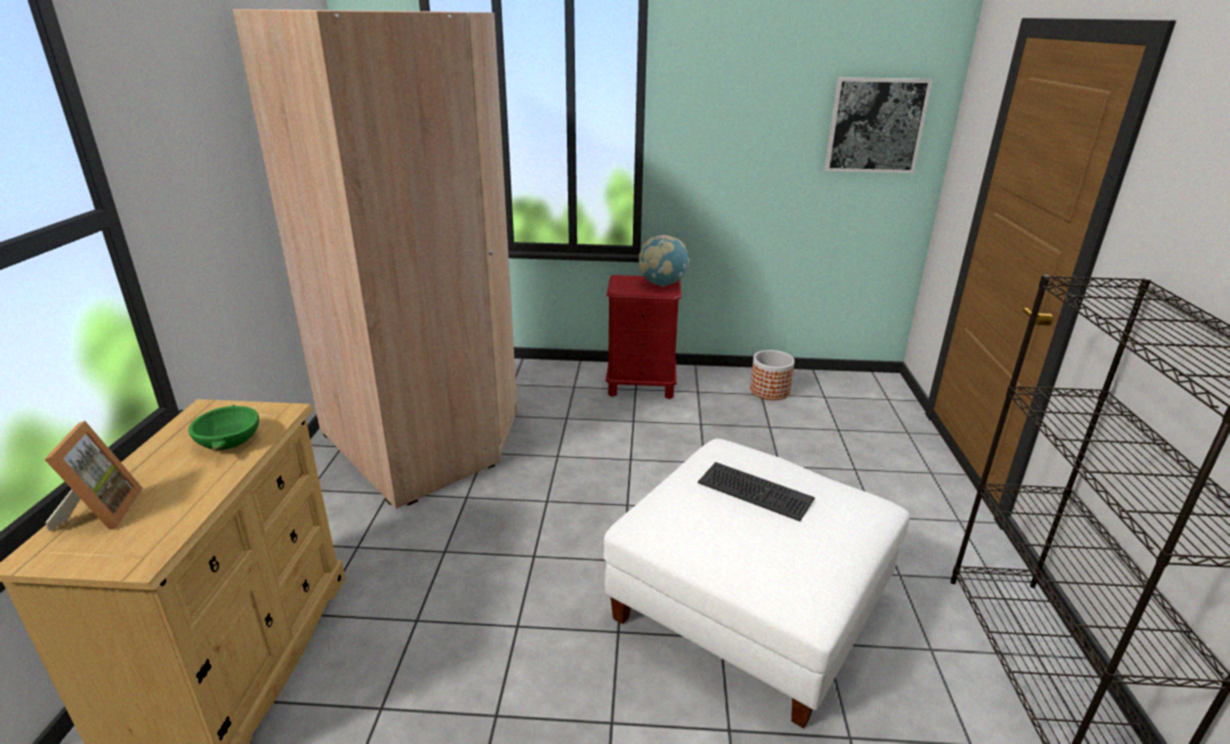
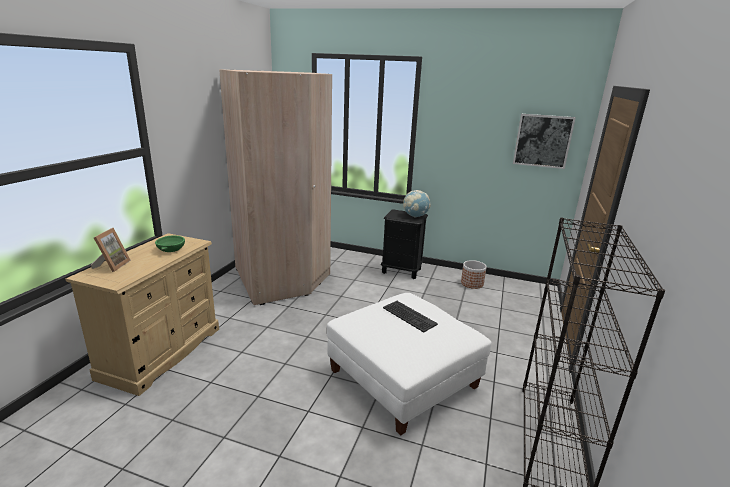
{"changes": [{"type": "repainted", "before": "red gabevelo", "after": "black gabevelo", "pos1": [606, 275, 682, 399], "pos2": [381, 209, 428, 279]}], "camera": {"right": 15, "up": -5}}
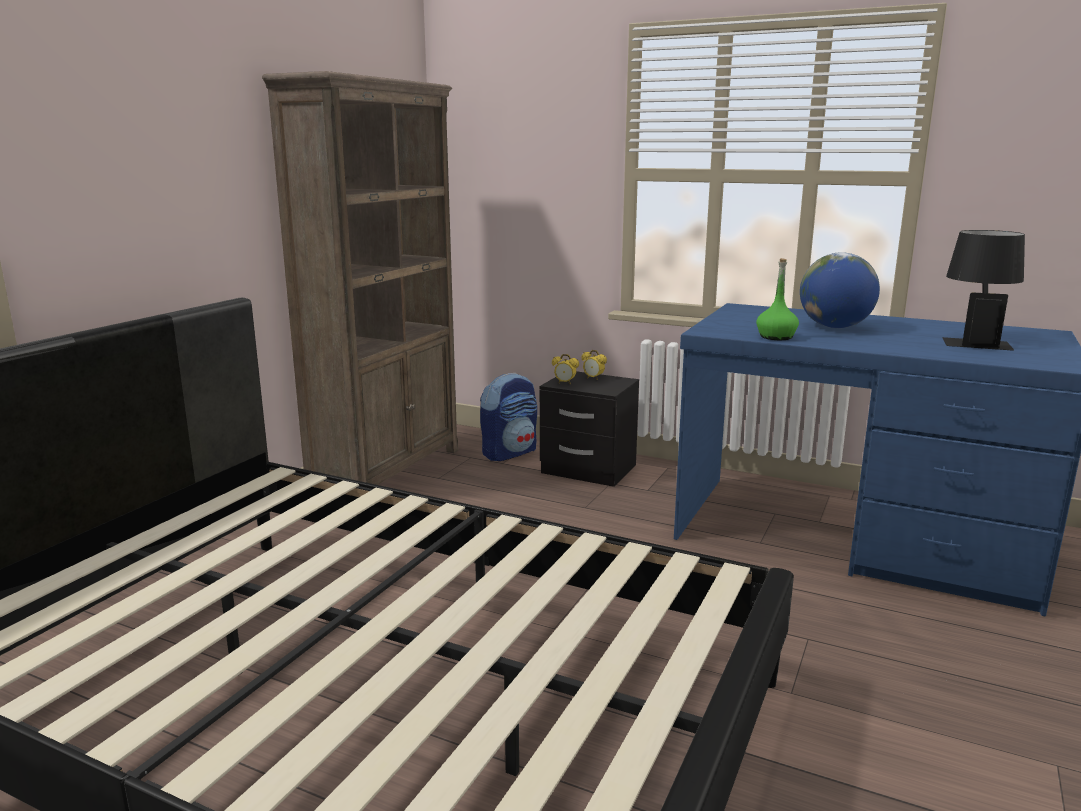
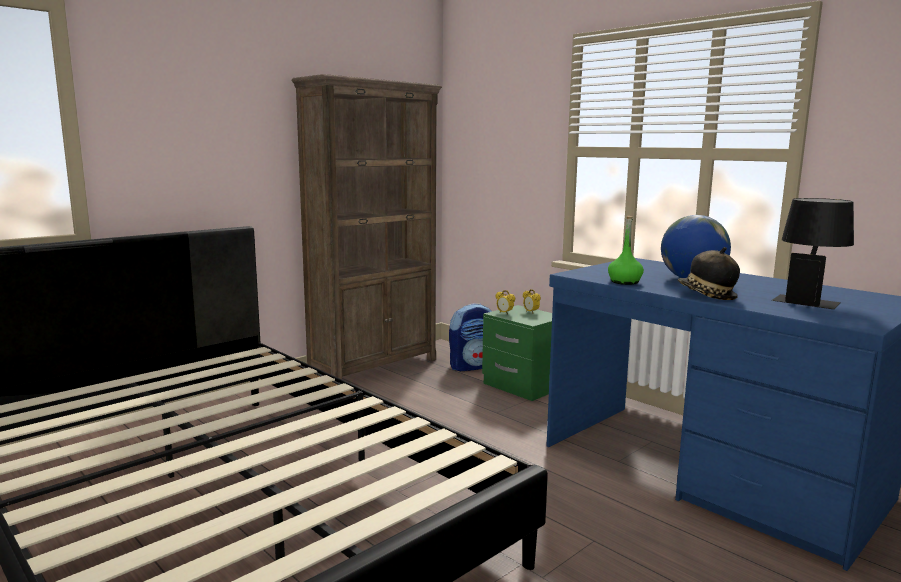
{"changes": [{"type": "repainted", "before": "black gabevelo", "after": "green gabevelo", "pos1": [540, 371, 639, 487], "pos2": [482, 305, 552, 401]}, {"type": "new", "after": "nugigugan", "pos2": [678, 247, 740, 300]}], "camera": {"right": 20, "up": -5}}
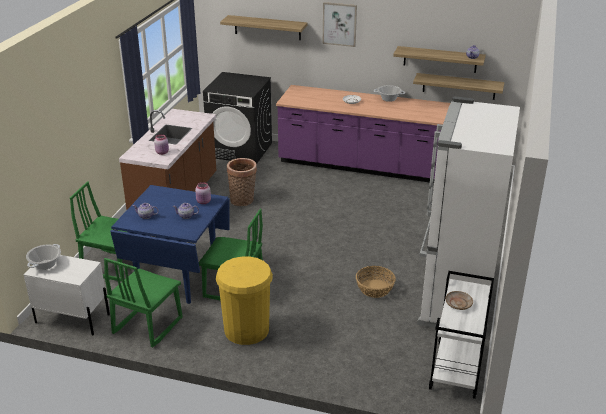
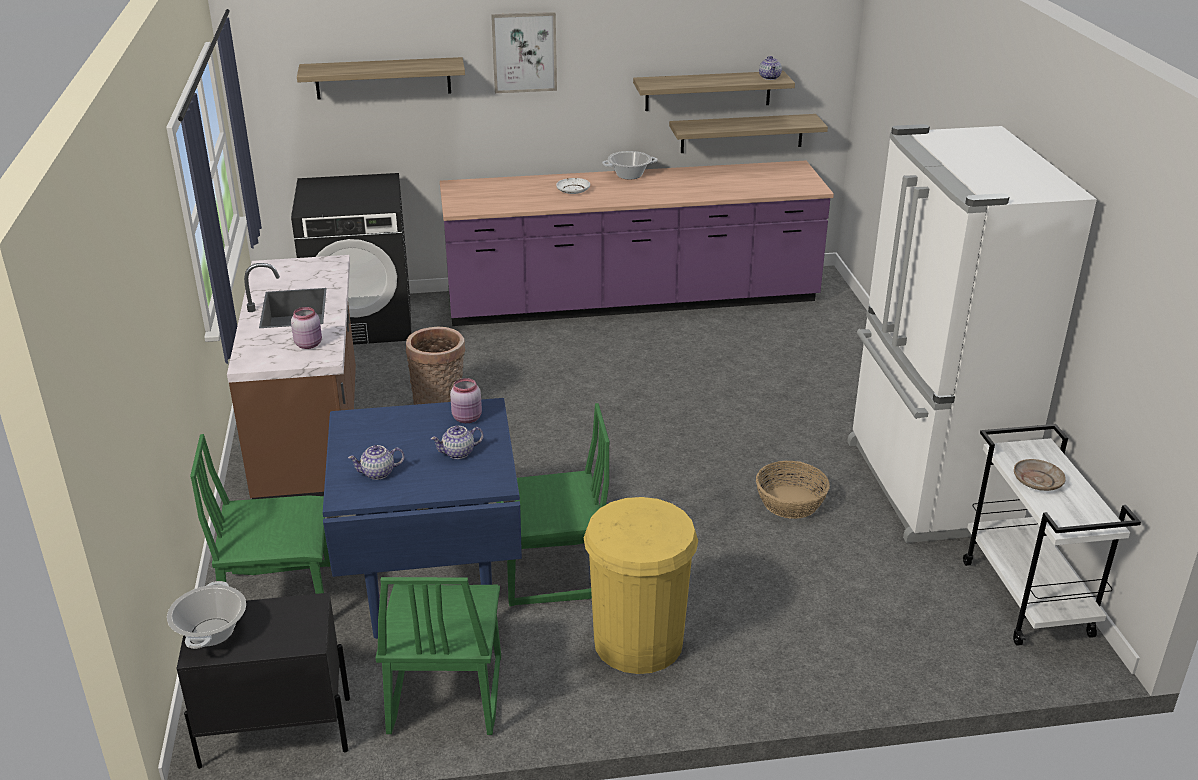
{"changes": [{"type": "repainted", "before": "white gabevelo", "after": "black gabevelo", "pos1": [23, 255, 110, 335], "pos2": [176, 593, 350, 769]}], "camera": {"right": -25, "up": 0}}
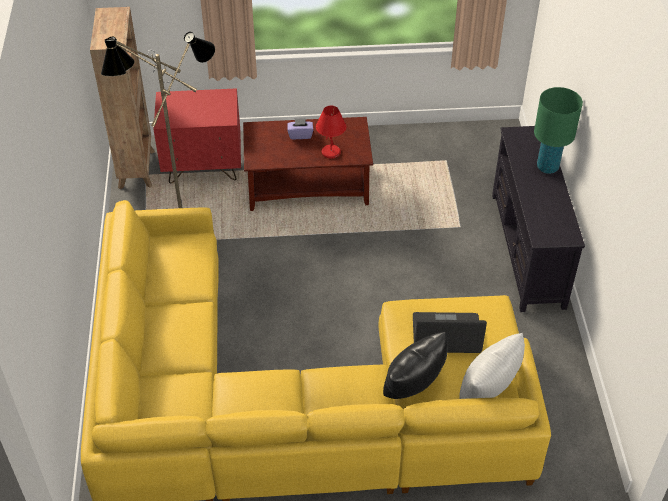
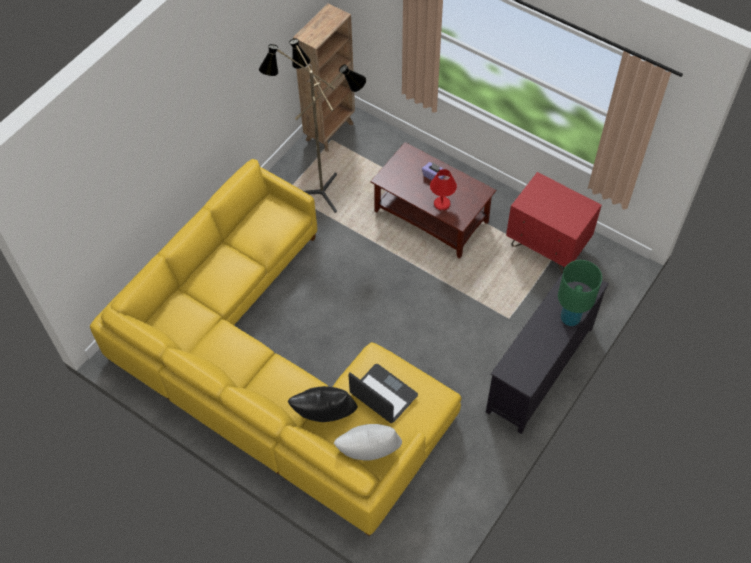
{"changes": [{"type": "shifted", "before": "red gabevelo", "pos1": [154, 88, 241, 184], "pos2": [506, 172, 602, 273]}], "camera": {"right": 40, "up": 10}}
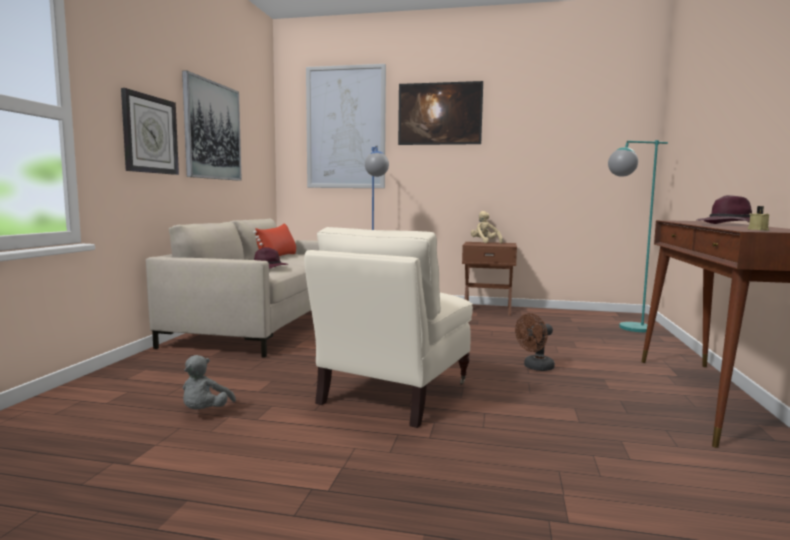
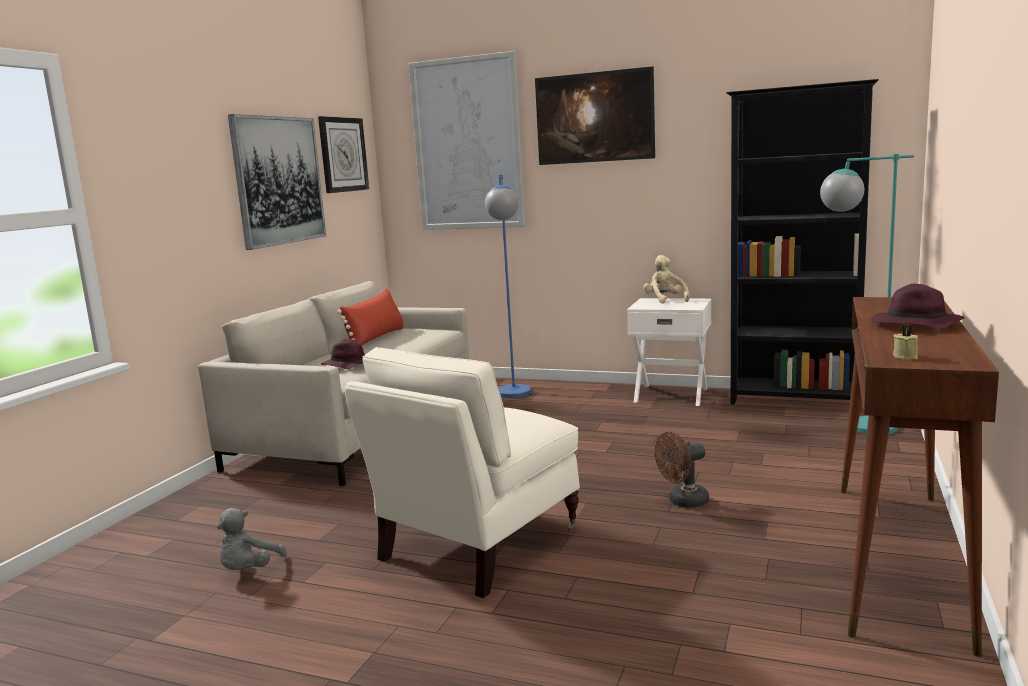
{"changes": [{"type": "shifted", "before": "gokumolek", "pos1": [121, 88, 179, 175], "pos2": [318, 116, 369, 193]}, {"type": "repainted", "before": "brown gabevelo", "after": "white gabevelo", "pos1": [462, 242, 517, 316], "pos2": [627, 298, 712, 406]}, {"type": "new", "after": "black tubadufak", "pos2": [726, 79, 879, 404]}], "camera": {"right": 10, "up": 5}}
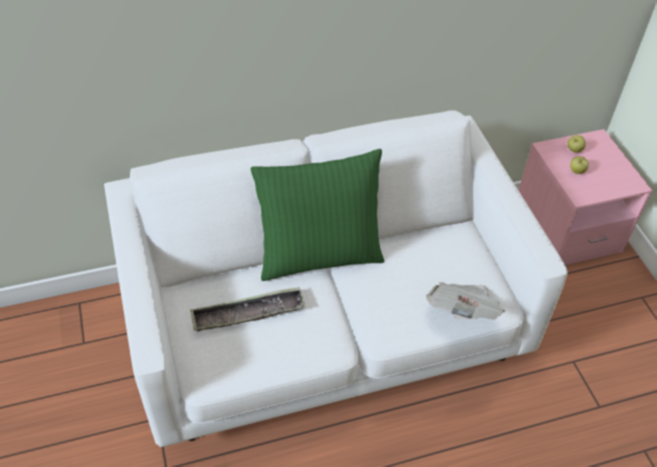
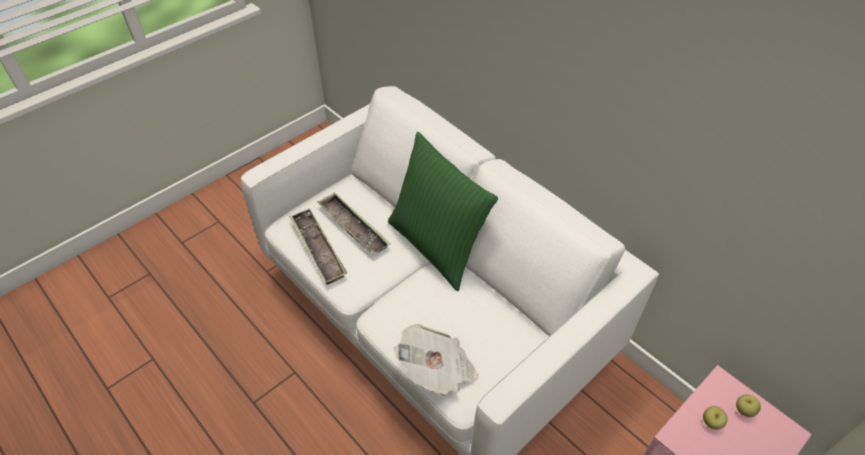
{"changes": [{"type": "new", "after": "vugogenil", "pos2": [289, 208, 347, 285]}], "camera": {"right": 65, "up": 0}}
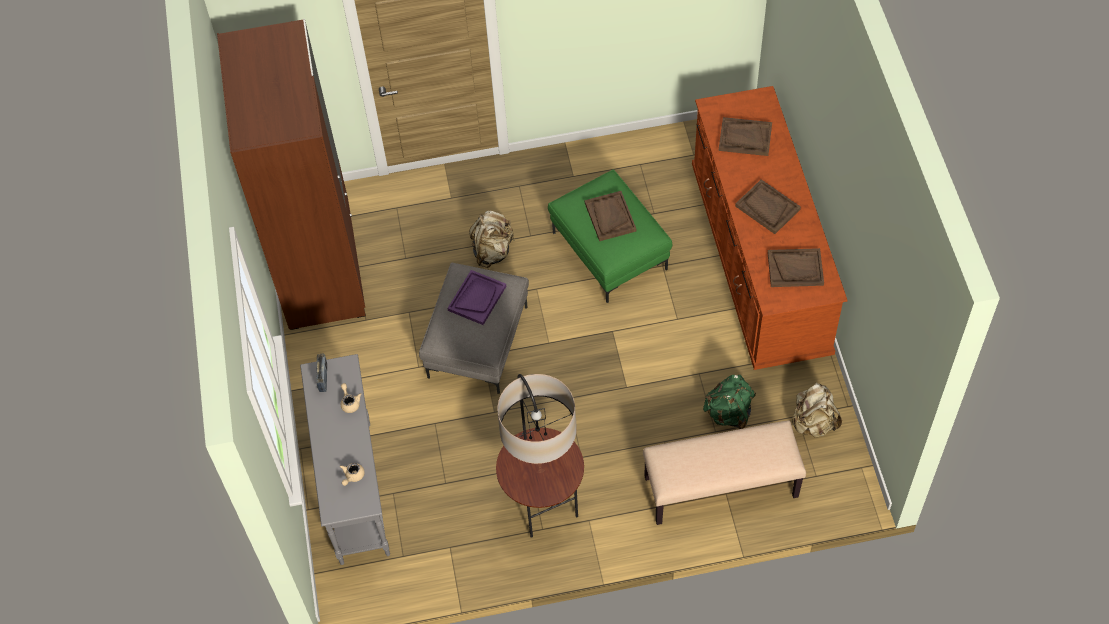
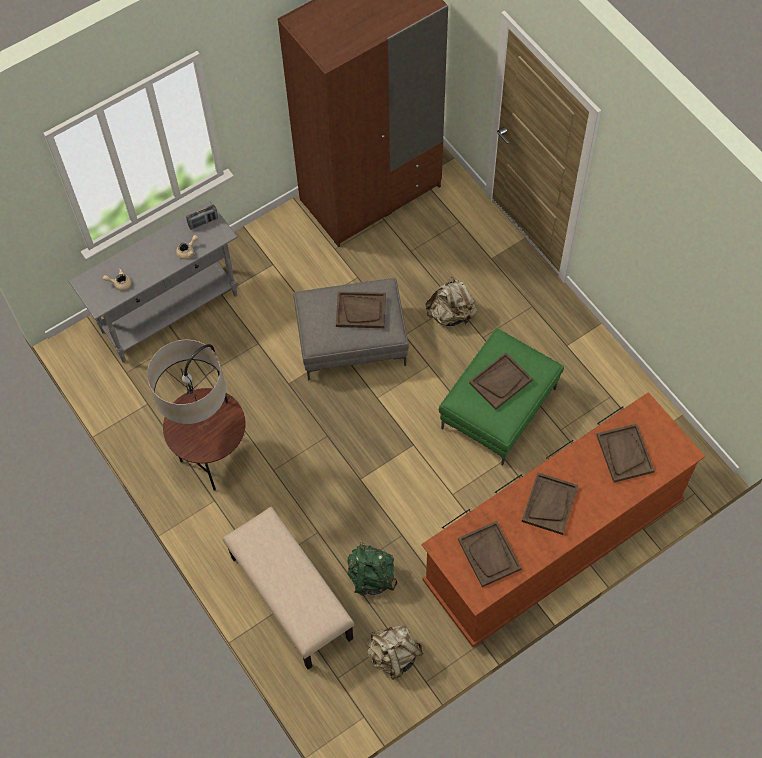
{"changes": [{"type": "repainted", "before": "purple vugogenil", "after": "brown vugogenil", "pos1": [448, 270, 506, 325], "pos2": [336, 292, 386, 328]}], "camera": {"right": 65, "up": 5}}
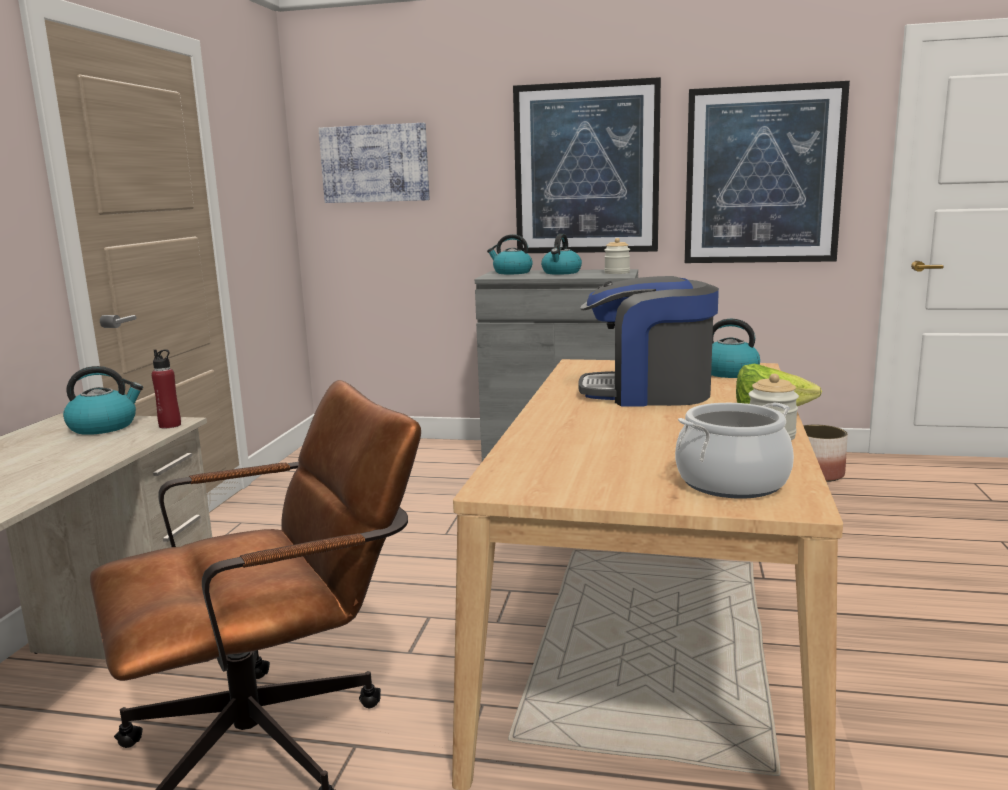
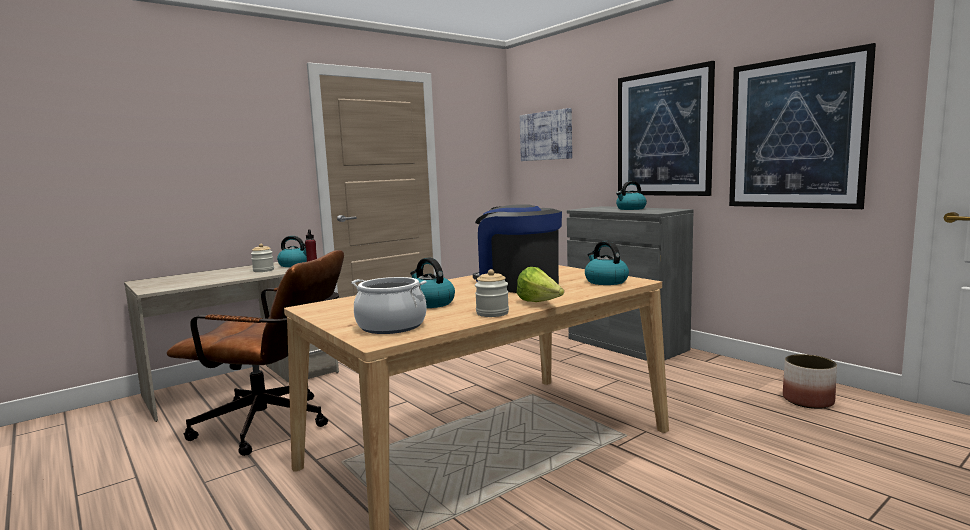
{"changes": [{"type": "shifted", "before": "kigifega", "pos1": [604, 238, 630, 274], "pos2": [251, 244, 274, 272]}, {"type": "shifted", "before": "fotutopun", "pos1": [487, 234, 533, 274], "pos2": [410, 257, 455, 308]}], "camera": {"right": 40, "up": -5}}
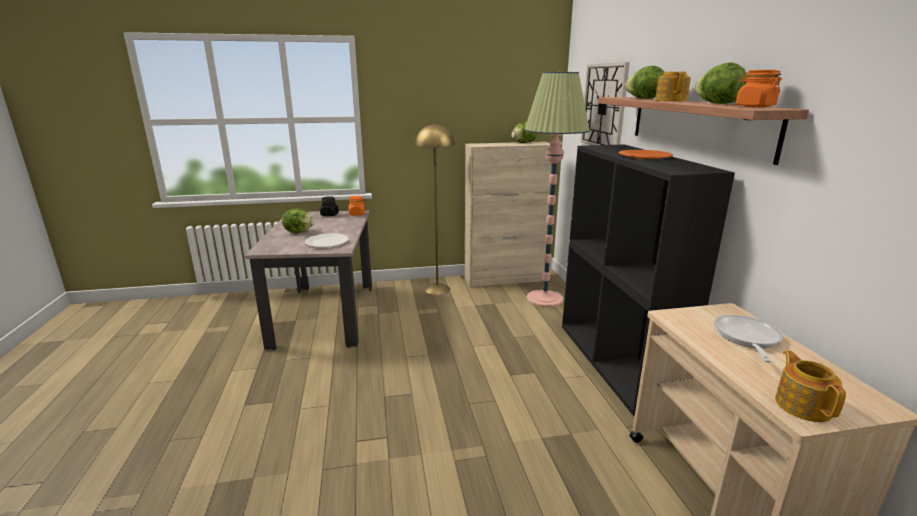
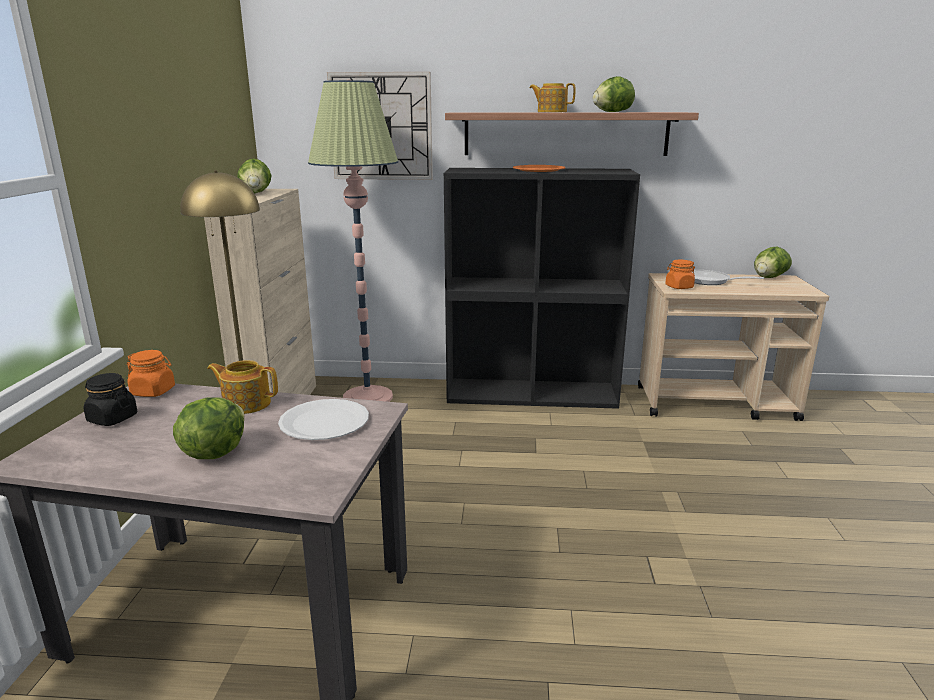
{"changes": [{"type": "shifted", "before": "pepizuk", "pos1": [775, 350, 846, 422], "pos2": [207, 360, 278, 414]}, {"type": "shifted", "before": "orange kigifega", "pos1": [736, 70, 782, 107], "pos2": [665, 260, 695, 289]}, {"type": "shifted", "before": "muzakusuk", "pos1": [625, 66, 664, 99], "pos2": [754, 246, 792, 278]}], "camera": {"right": -75, "up": 0}}
